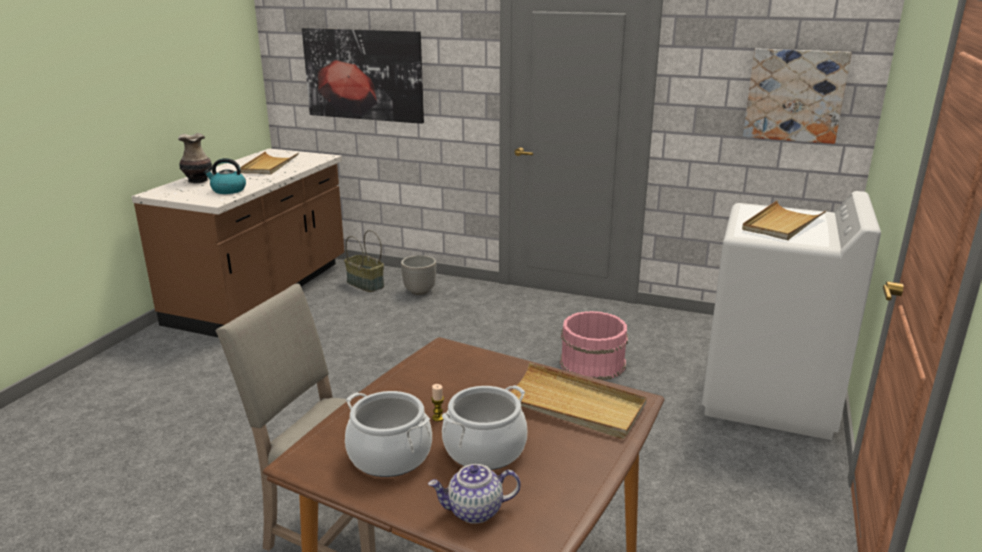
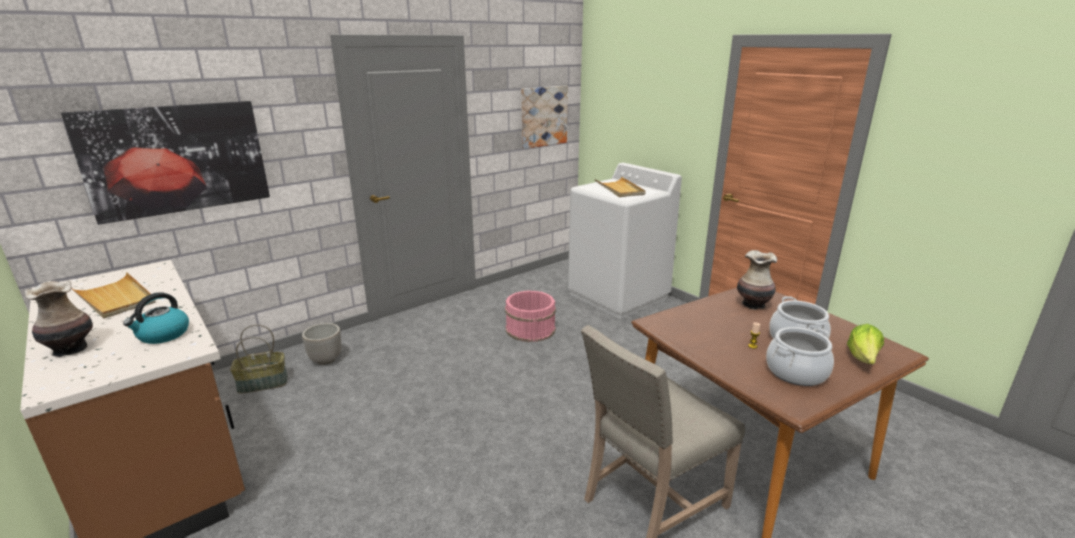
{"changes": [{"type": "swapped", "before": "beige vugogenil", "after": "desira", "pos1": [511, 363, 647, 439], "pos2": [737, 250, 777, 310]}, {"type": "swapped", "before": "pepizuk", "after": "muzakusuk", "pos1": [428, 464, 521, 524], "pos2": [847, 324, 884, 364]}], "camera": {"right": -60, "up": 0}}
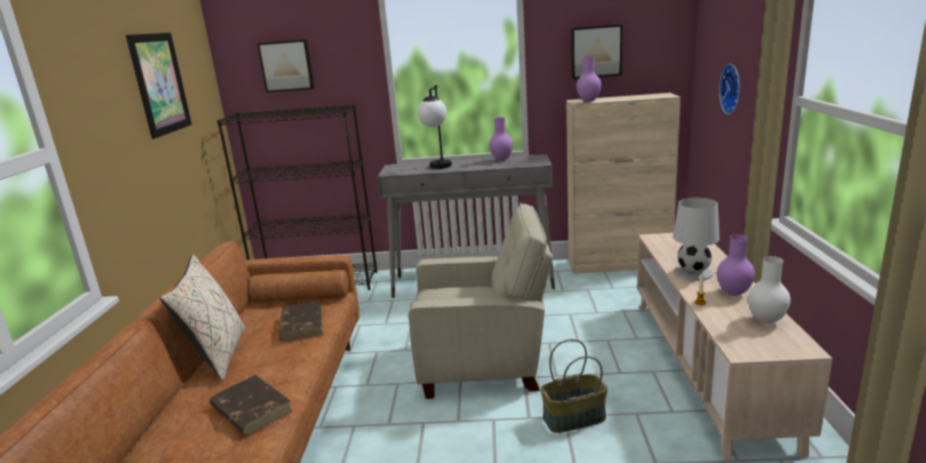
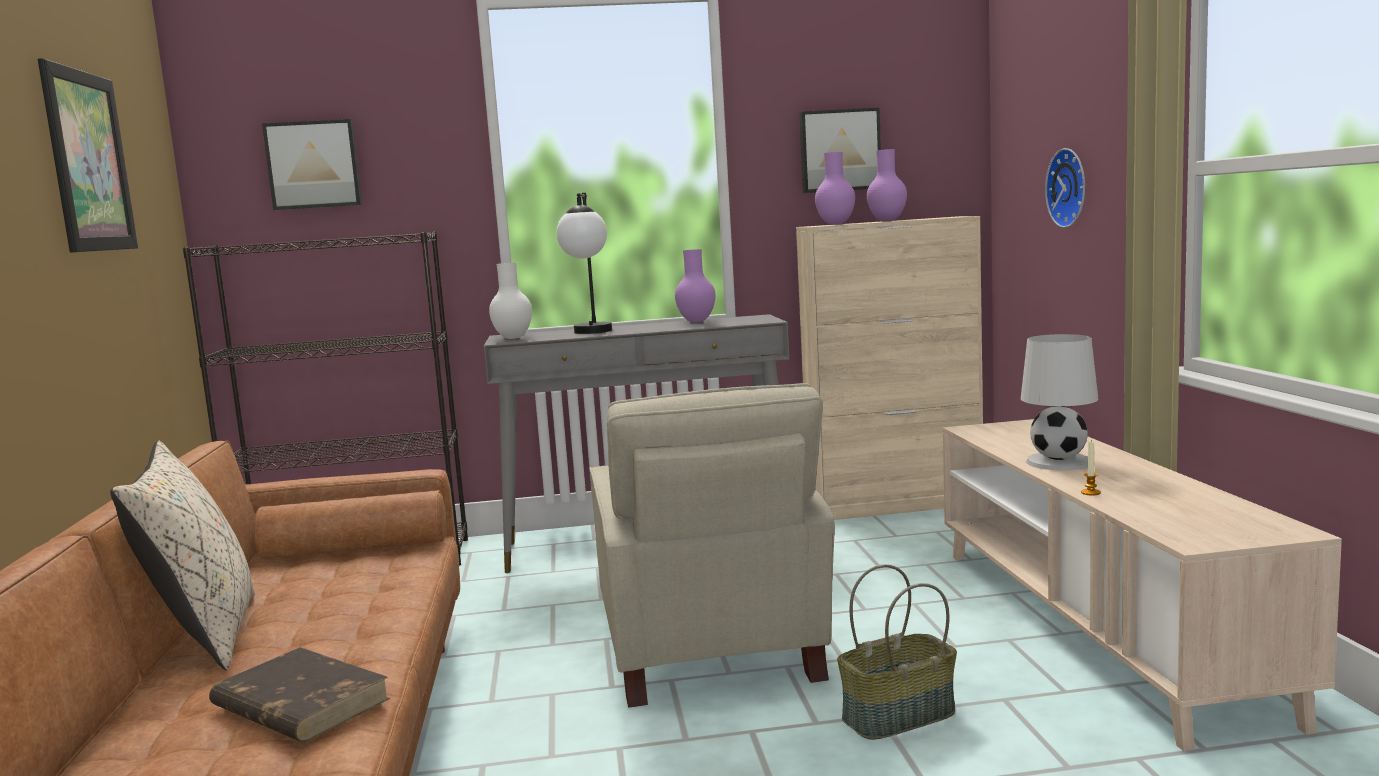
{"changes": [{"type": "shifted", "before": "white desira", "pos1": [748, 256, 791, 324], "pos2": [489, 263, 532, 339]}, {"type": "rotated", "before": "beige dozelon", "pos1": [409, 203, 553, 399], "pos2": [589, 383, 835, 708], "turn": 90}, {"type": "shifted", "before": "purple desira", "pos1": [717, 234, 755, 296], "pos2": [867, 149, 907, 221]}, {"type": "gone", "before": "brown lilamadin", "pos1": [279, 301, 323, 341]}], "camera": {"right": -10, "up": -10}}
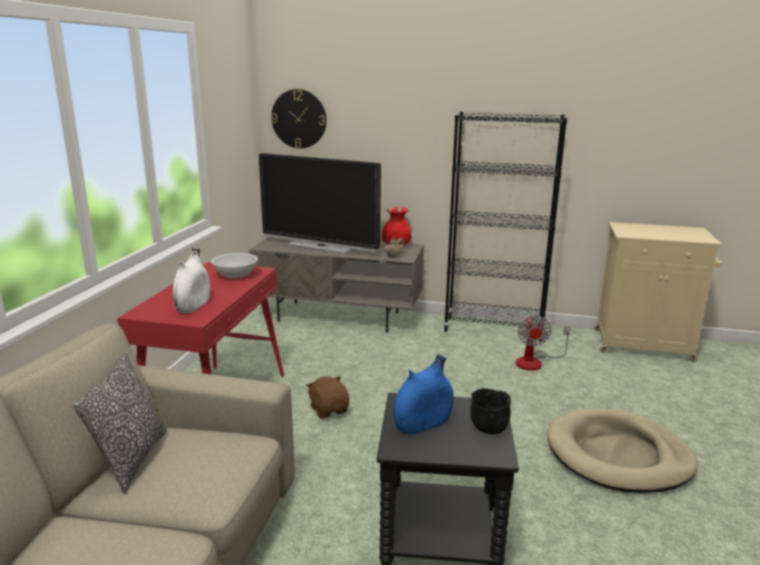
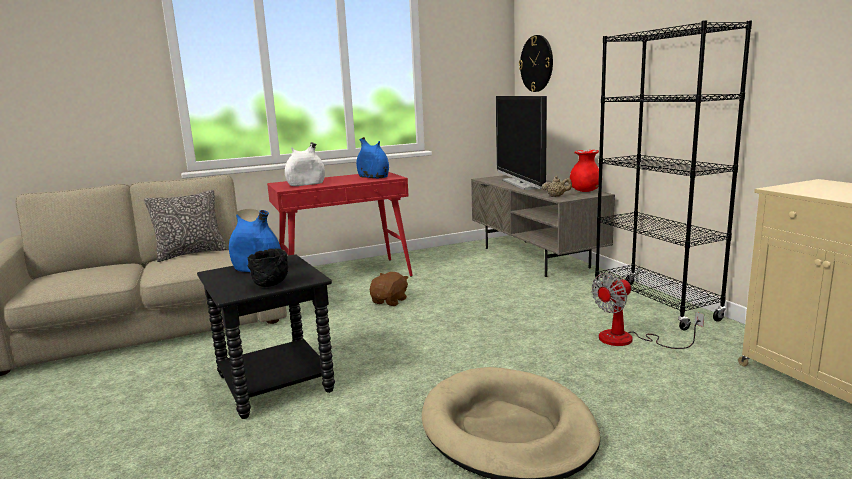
{"changes": [{"type": "swapped", "before": "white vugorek", "after": "blue desira", "pos1": [211, 253, 258, 278], "pos2": [356, 137, 389, 178]}], "camera": {"right": 55, "up": -5}}
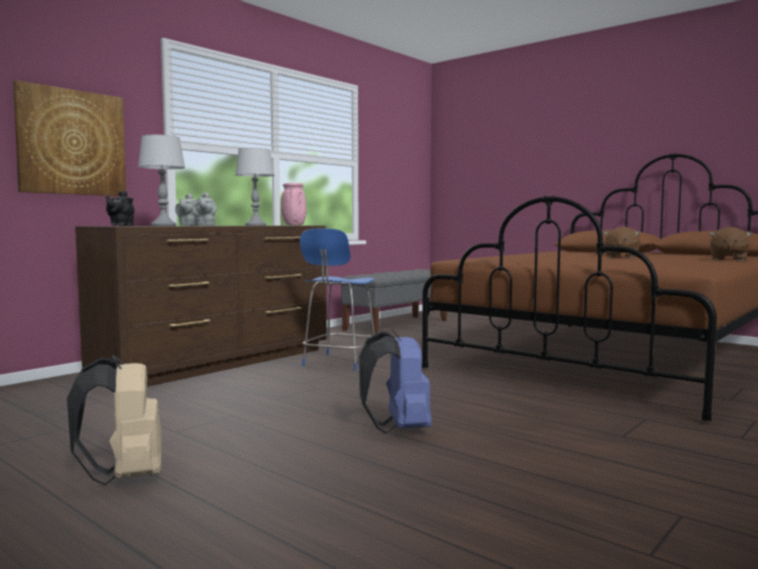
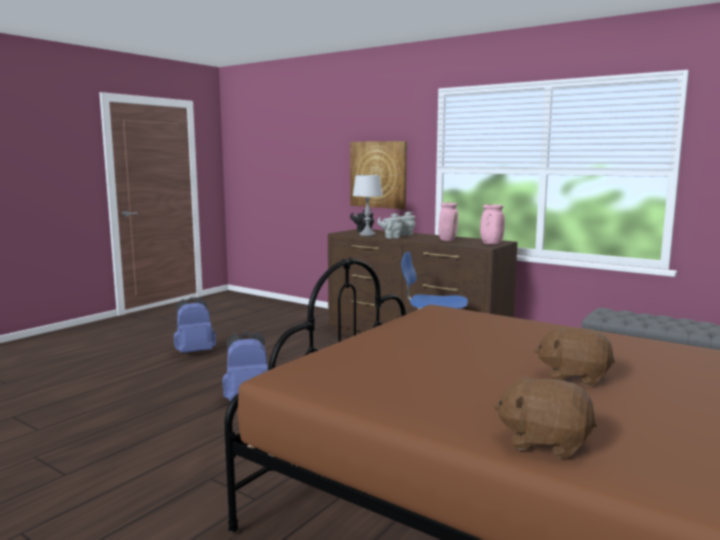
{"changes": [{"type": "repainted", "before": "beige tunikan", "after": "blue tunikan", "pos1": [67, 355, 162, 485], "pos2": [174, 297, 216, 353]}, {"type": "swapped", "before": "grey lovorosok", "after": "pink desira", "pos1": [235, 148, 274, 226], "pos2": [438, 202, 458, 241]}], "camera": {"right": 85, "up": 5}}
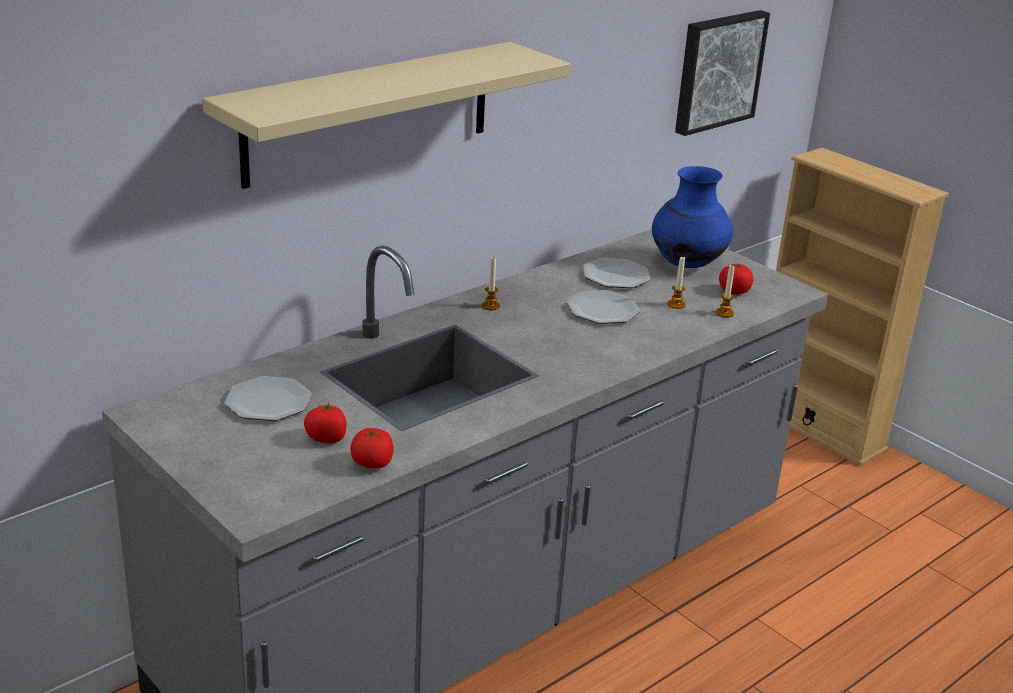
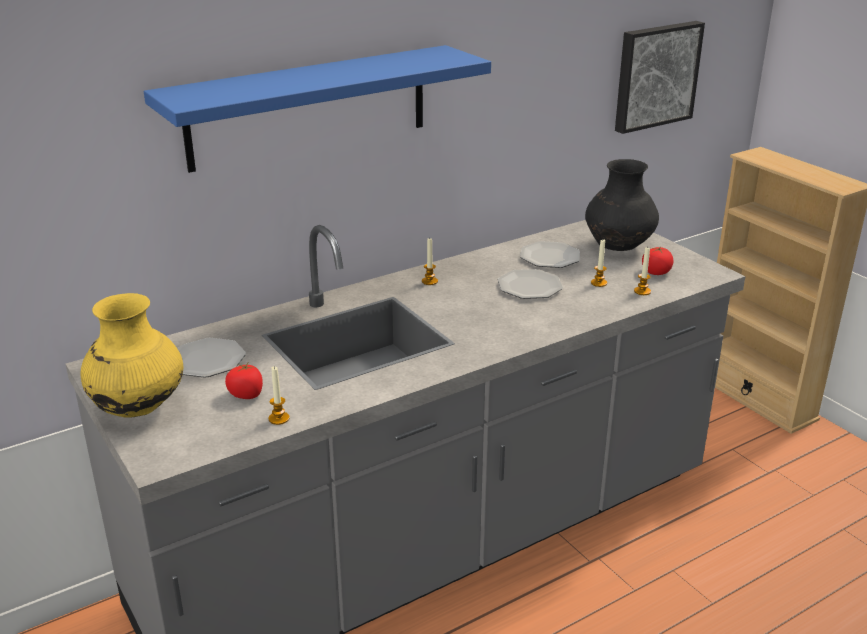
{"changes": [{"type": "new", "after": "yellow desira", "pos2": [80, 293, 183, 418]}, {"type": "repainted", "before": "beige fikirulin", "after": "blue fikirulin", "pos1": [202, 42, 570, 189], "pos2": [144, 45, 491, 173]}, {"type": "swapped", "before": "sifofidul", "after": "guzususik", "pos1": [350, 428, 393, 469], "pos2": [269, 366, 290, 425]}, {"type": "repainted", "before": "blue desira", "after": "black desira", "pos1": [652, 166, 733, 268], "pos2": [585, 159, 659, 251]}], "camera": {"right": 10, "up": 0}}
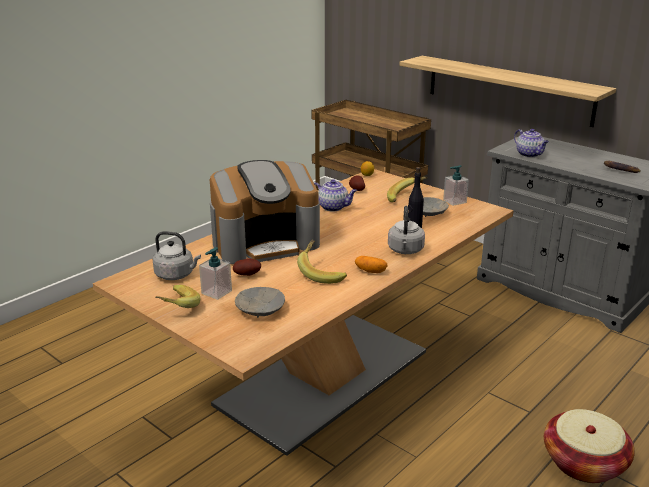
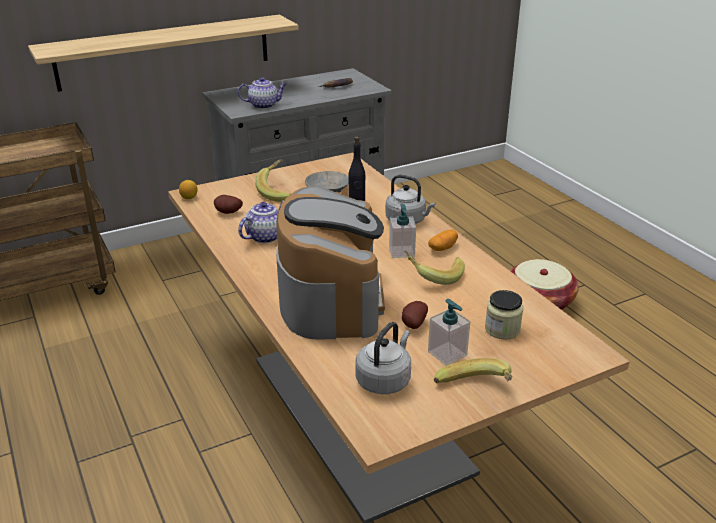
{"changes": [{"type": "shifted", "before": "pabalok", "pos1": [443, 165, 469, 206], "pos2": [389, 204, 416, 258]}, {"type": "swapped", "before": "grey vugorek", "after": "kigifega", "pos1": [235, 287, 285, 318], "pos2": [485, 290, 523, 340]}], "camera": {"right": -70, "up": 5}}
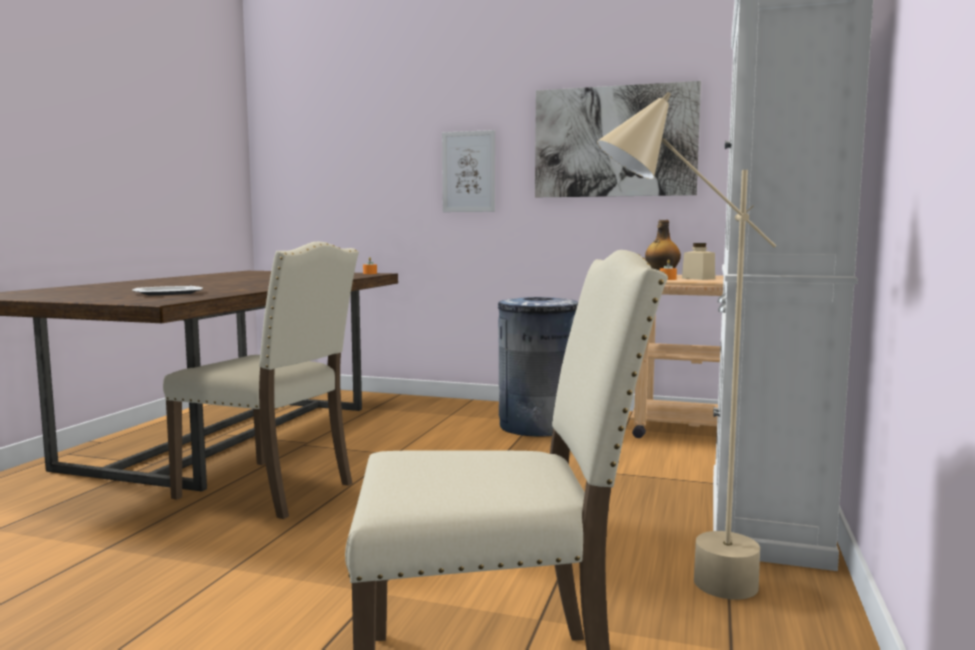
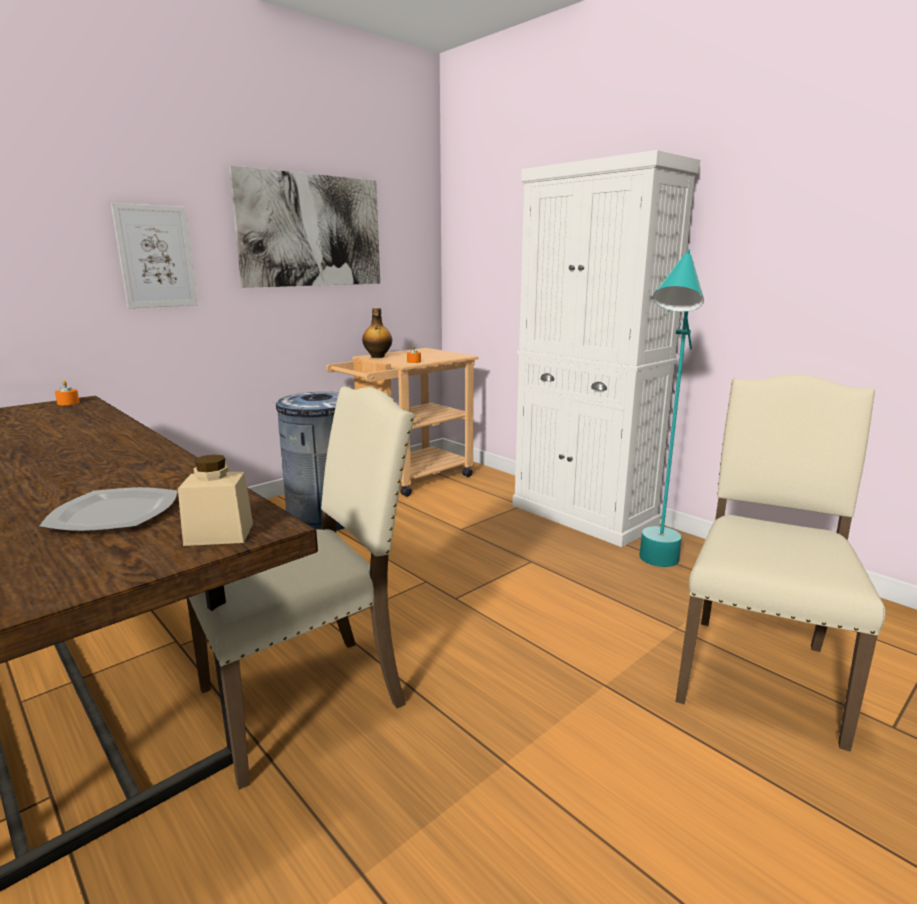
{"changes": [{"type": "shifted", "before": "beige kigifega", "pos1": [682, 243, 715, 280], "pos2": [178, 454, 253, 546]}, {"type": "repainted", "before": "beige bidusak", "after": "turquoise bidusak", "pos1": [597, 92, 776, 600], "pos2": [639, 249, 704, 567]}], "camera": {"right": -60, "up": 10}}
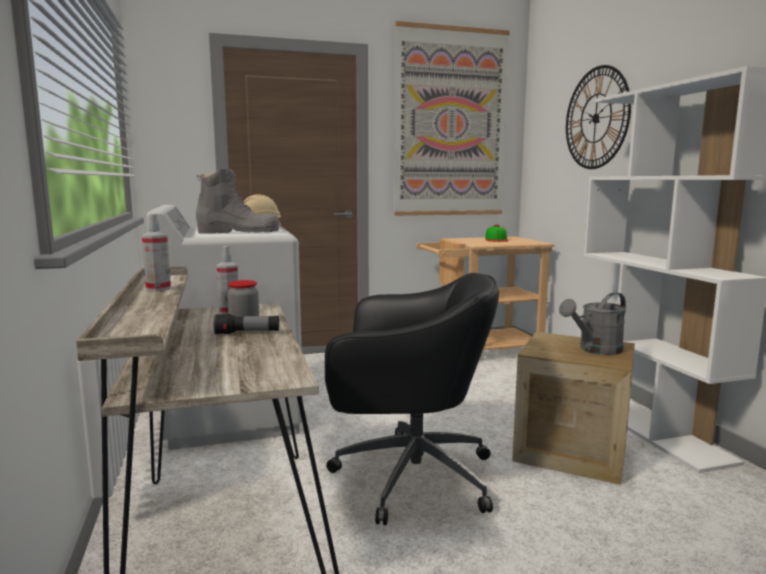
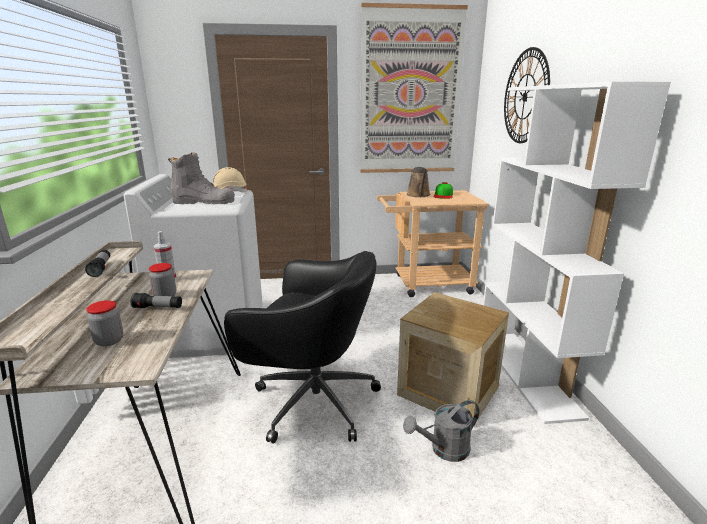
{"changes": [{"type": "swapped", "before": "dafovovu", "after": "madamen", "pos1": [142, 214, 171, 291], "pos2": [85, 250, 110, 277]}, {"type": "new", "after": "kigifega", "pos2": [86, 300, 124, 346]}, {"type": "shifted", "before": "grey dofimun", "pos1": [559, 292, 626, 355], "pos2": [403, 400, 479, 462]}, {"type": "new", "after": "brown dofimun", "pos2": [407, 167, 431, 197]}], "camera": {"right": 10, "up": 10}}
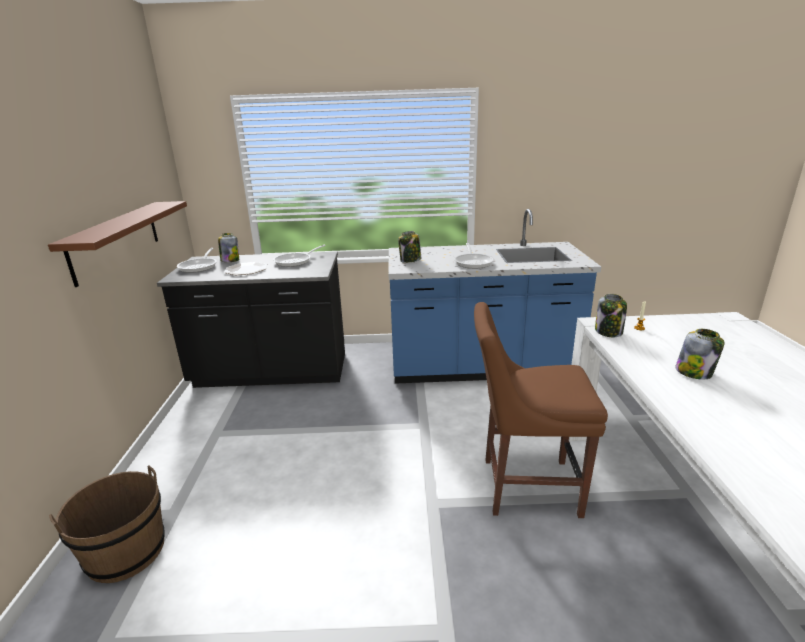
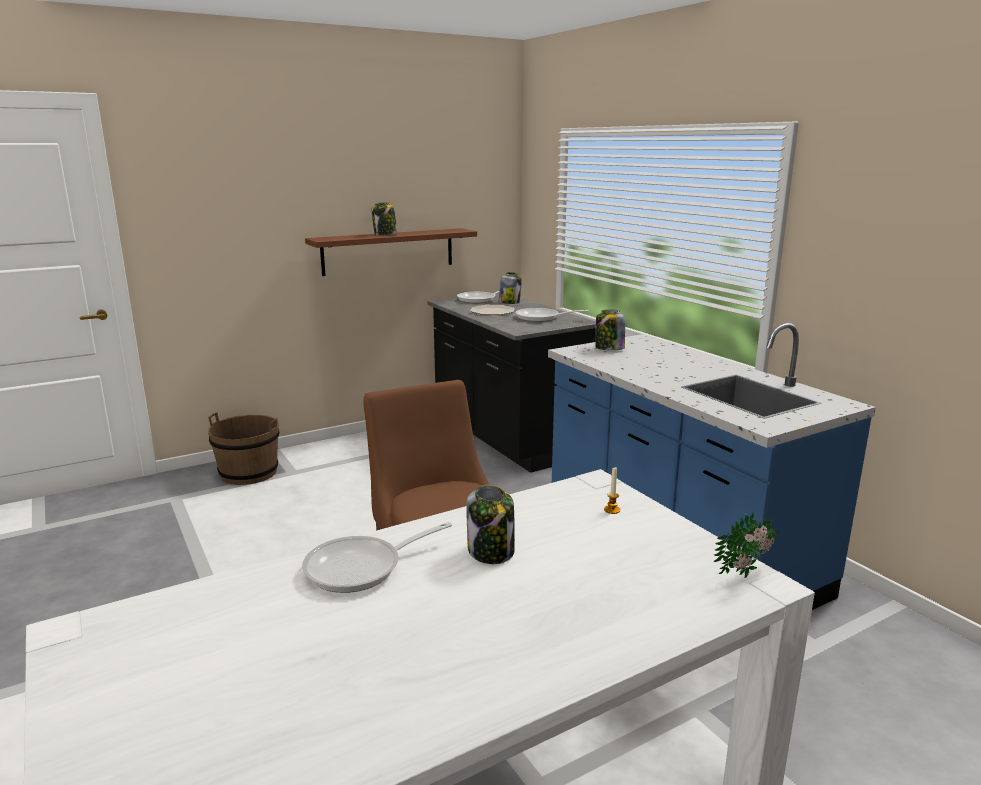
{"changes": [{"type": "shifted", "before": "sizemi", "pos1": [454, 243, 494, 269], "pos2": [302, 522, 452, 593]}, {"type": "shifted", "before": "kigifega", "pos1": [595, 294, 627, 337], "pos2": [372, 202, 398, 235]}, {"type": "new", "after": "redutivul", "pos2": [713, 512, 779, 578]}], "camera": {"right": 60, "up": -5}}
